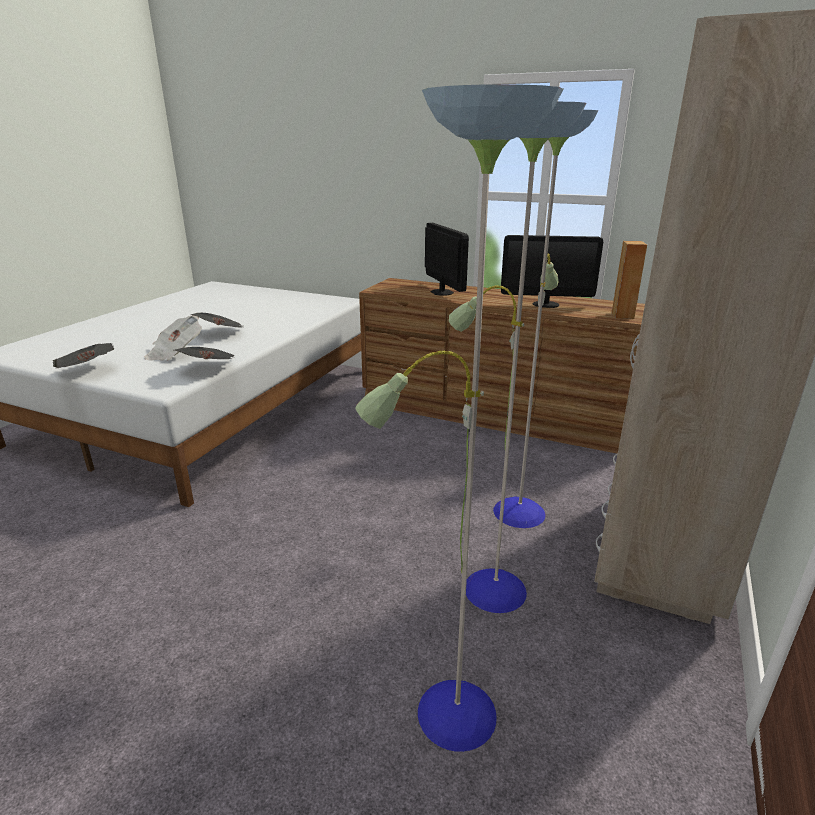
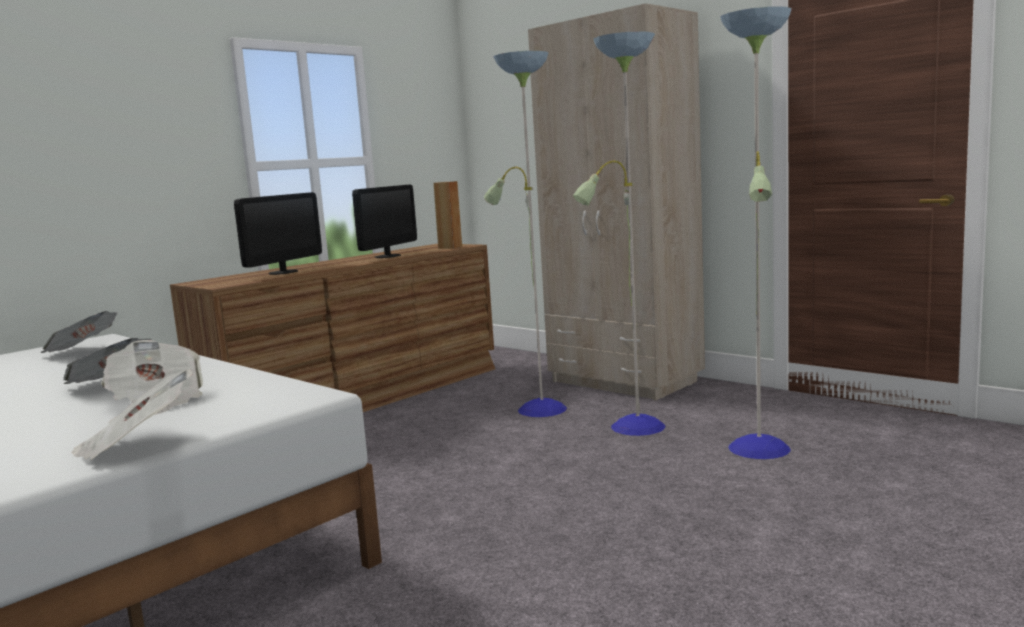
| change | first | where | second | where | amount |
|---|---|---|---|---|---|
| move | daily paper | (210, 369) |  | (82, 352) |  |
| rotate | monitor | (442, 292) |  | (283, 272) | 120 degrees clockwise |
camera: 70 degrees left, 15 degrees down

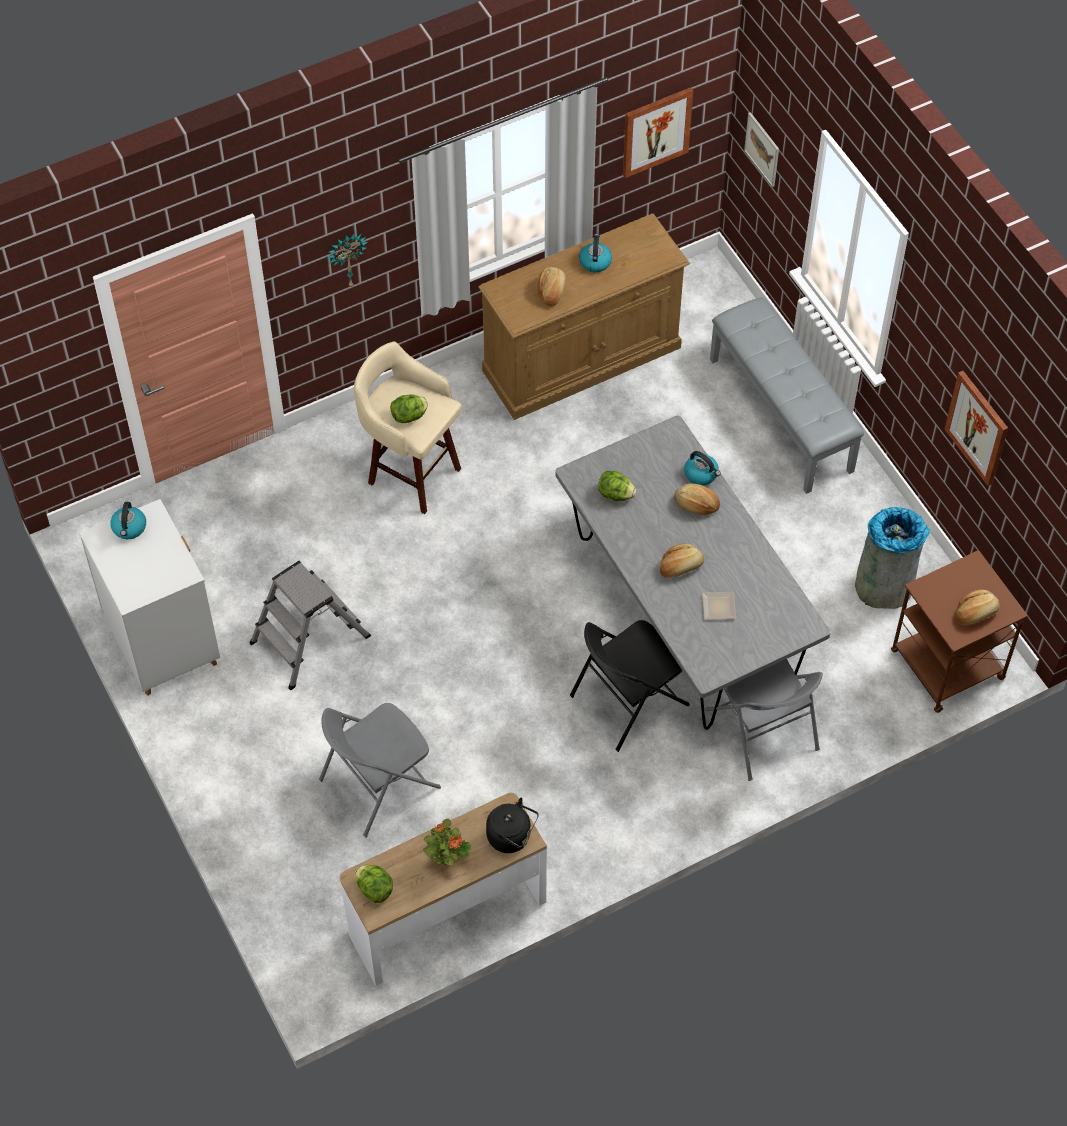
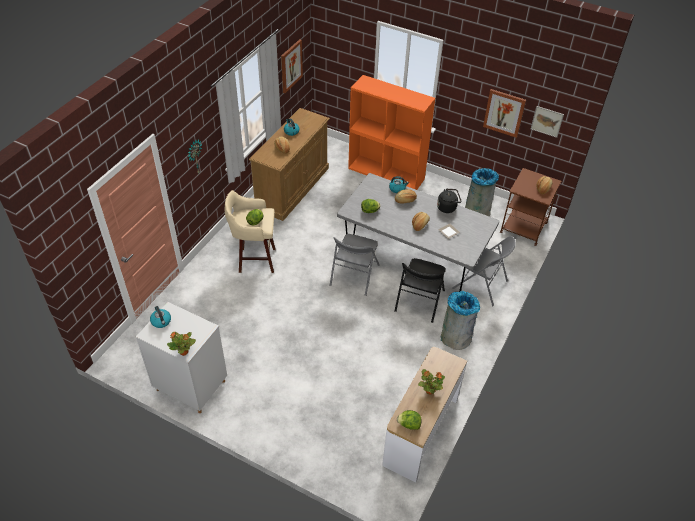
| change | first | where | second | where | amount |
|---|---|---|---|---|---|
| delete | stepladder/gray | (310, 639) |  |  |  |
| move | plain chair/gray | (379, 783) |  | (354, 275) |  |
| move | kettle/black | (512, 837) |  | (448, 207) |  |
| replace | bench/gray | (782, 415) | shelving unit/orangey | (387, 173) |  |
| move | picture | (762, 149) |  | (547, 121) |  |
| insert |  |  | potted plant | (184, 352) |  |
| insert |  |  | trash can/gray | (456, 338) |  |
camera: 35 degrees left, 10 degrees down

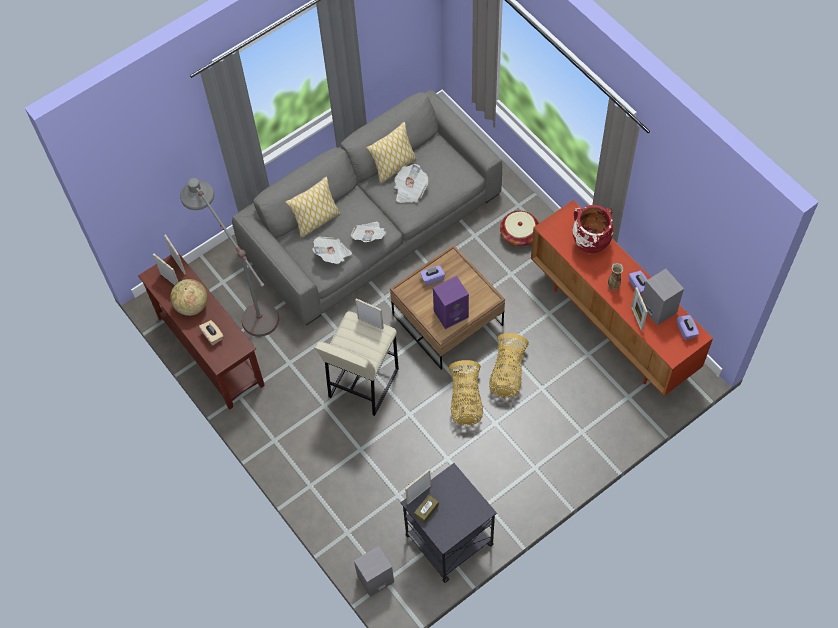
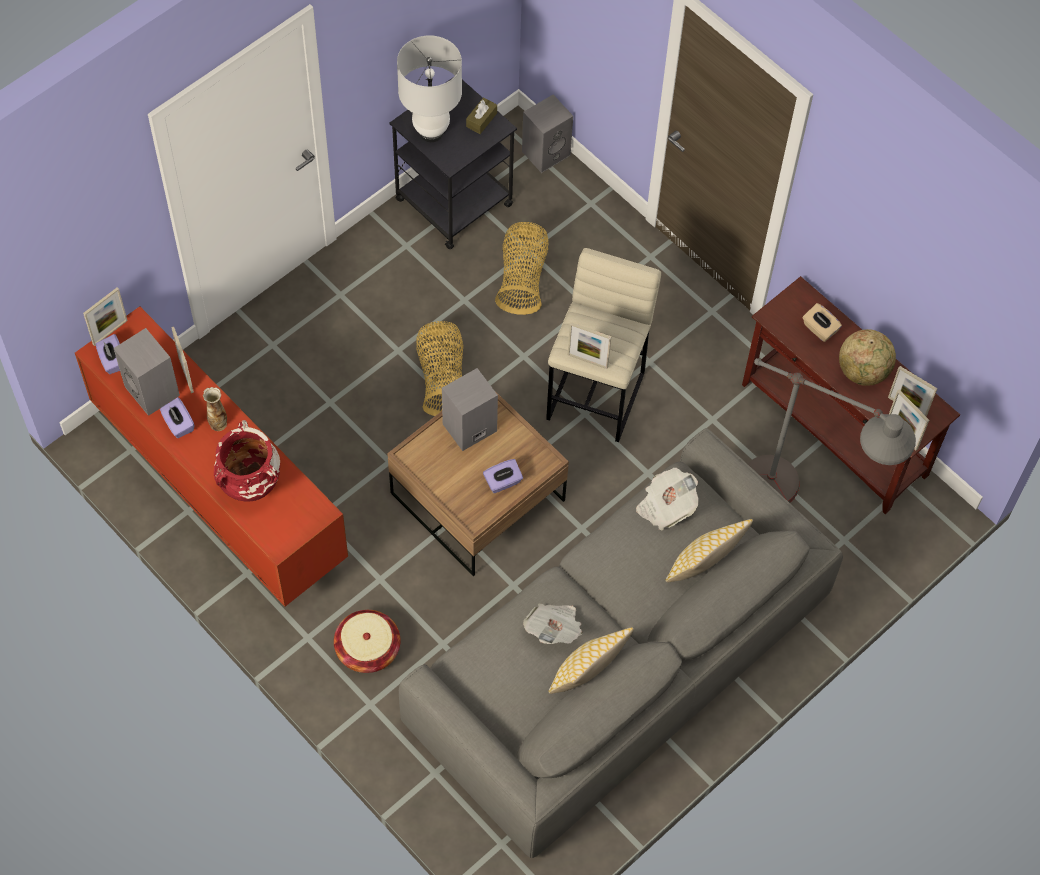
| change | first | where | second | where | amount |
|---|---|---|---|---|---|
| delete | daily paper | (369, 236) |  |  |  |
| move | standing frame | (418, 494) |  | (110, 332) |  |
| recolor | audio speaker/purplish | (451, 313) | audio speaker/gray | (469, 429) |  |
| move | storage basket | (507, 373) |  | (522, 278) |  |
| insert |  |  | tabletop lamp/white | (431, 132) |  |
camera: 170 degrees right, 0 degrees up

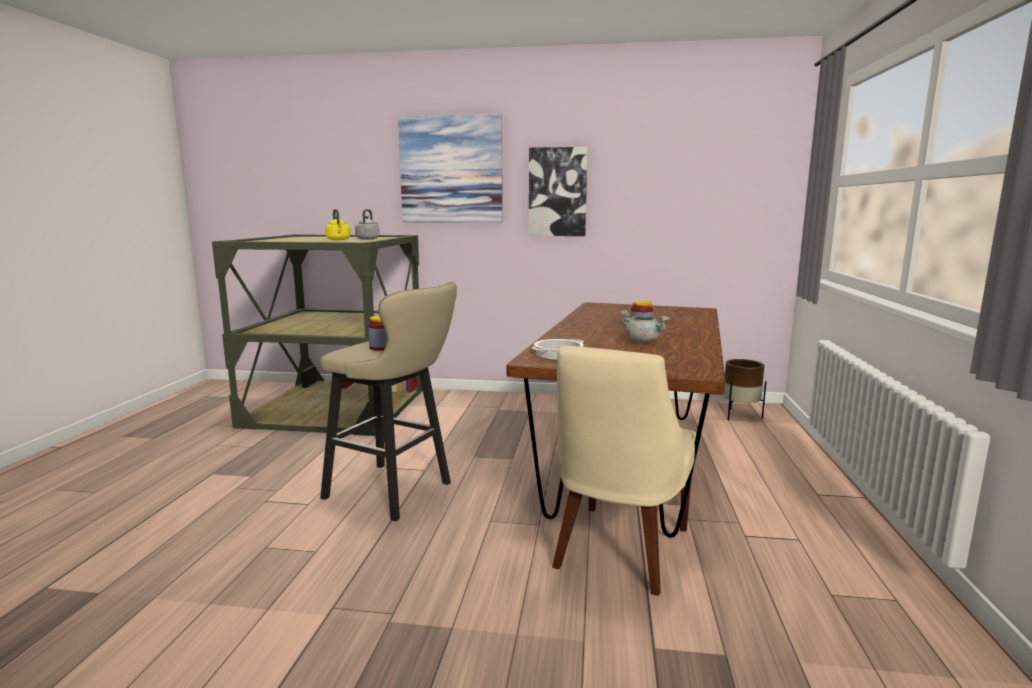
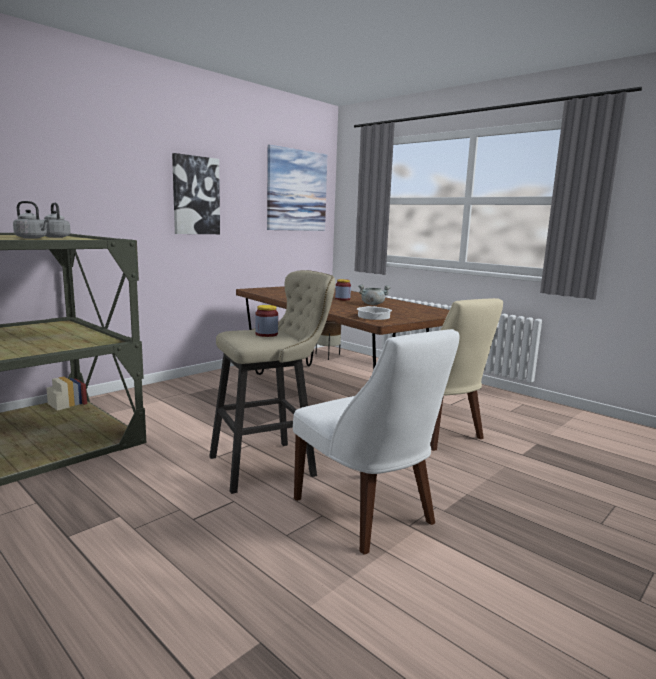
| change | first | where | second | where | amount |
|---|---|---|---|---|---|
| recolor | kettle/yellow | (338, 240) | kettle/gray | (32, 238) |  |
| move | picture | (451, 170) |  | (297, 190) |  |
| insert |  |  | plain chair/white | (367, 514) |  |
camera: 55 degrees left, 0 degrees up

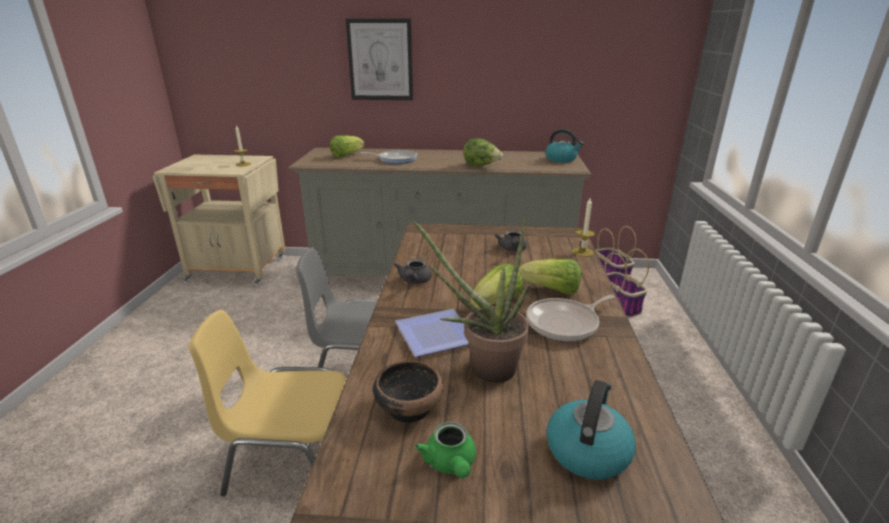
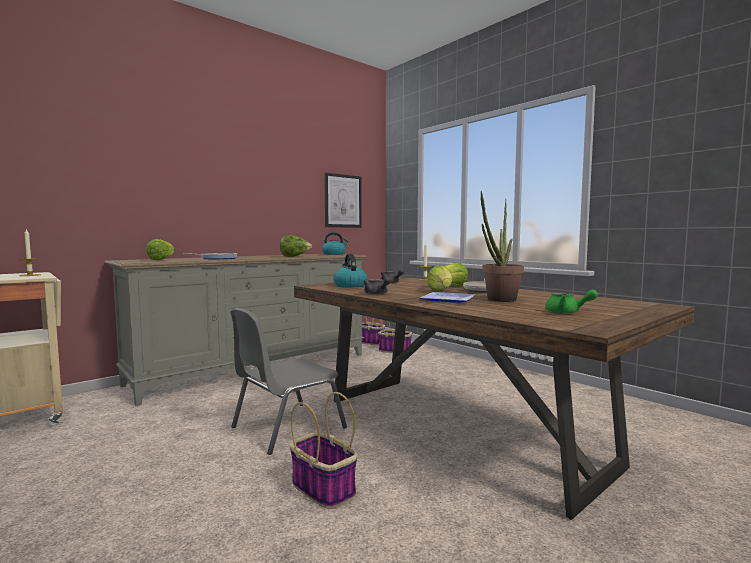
| change | first | where | second | where | amount |
|---|---|---|---|---|---|
| replace | plain chair/yellow | (292, 455) | storage basket | (322, 488) |  |
| move | picture | (380, 60) |  | (343, 201) |  |
| delete | deep dish | (409, 407) |  |  |  |
| move | kettle | (587, 450) |  | (349, 285) |  |
camera: 45 degrees left, 20 degrees down

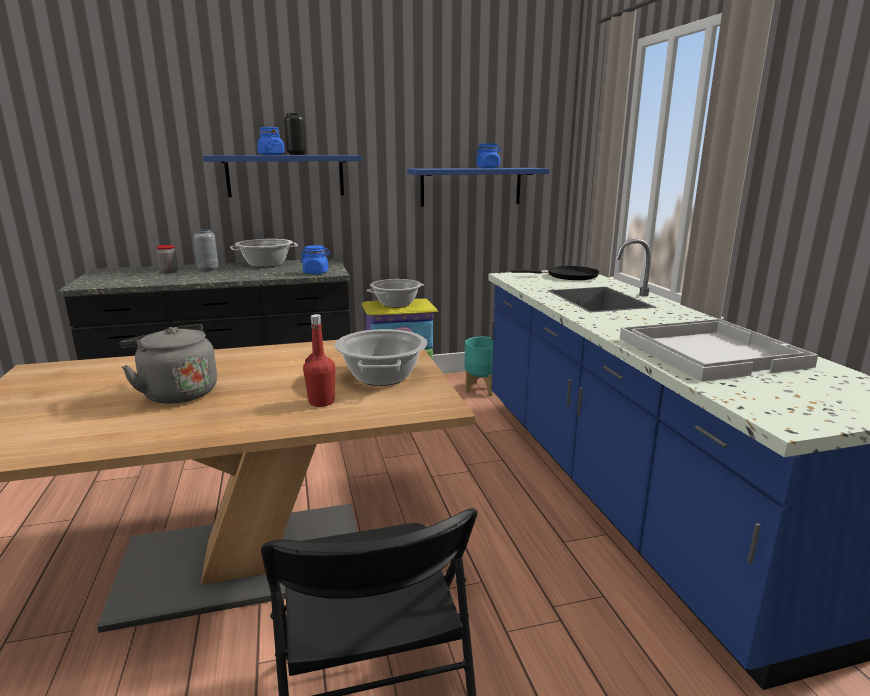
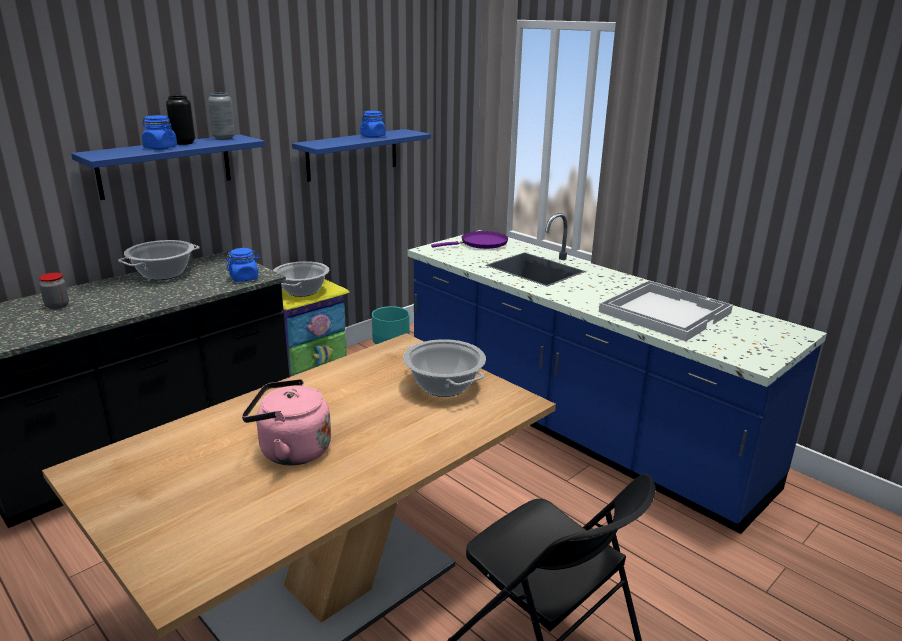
| change | first | where | second | where | amount |
|---|---|---|---|---|---|
| recolor | kettle/gray | (177, 393) | kettle/pink | (290, 451) |  |
| move | flower vase/gray | (208, 270) |  | (224, 138) |  |
| delete | bottle/red | (321, 402) |  |  |  |
| recolor | frying pan/black | (568, 276) | frying pan/purplish | (481, 243) |  |
camera: 30 degrees left, 5 degrees up

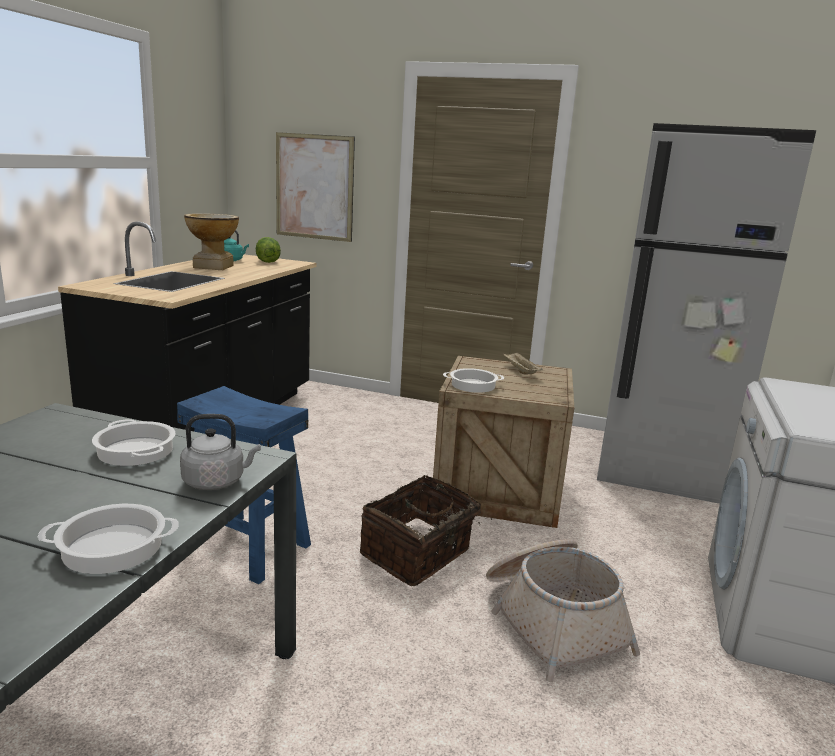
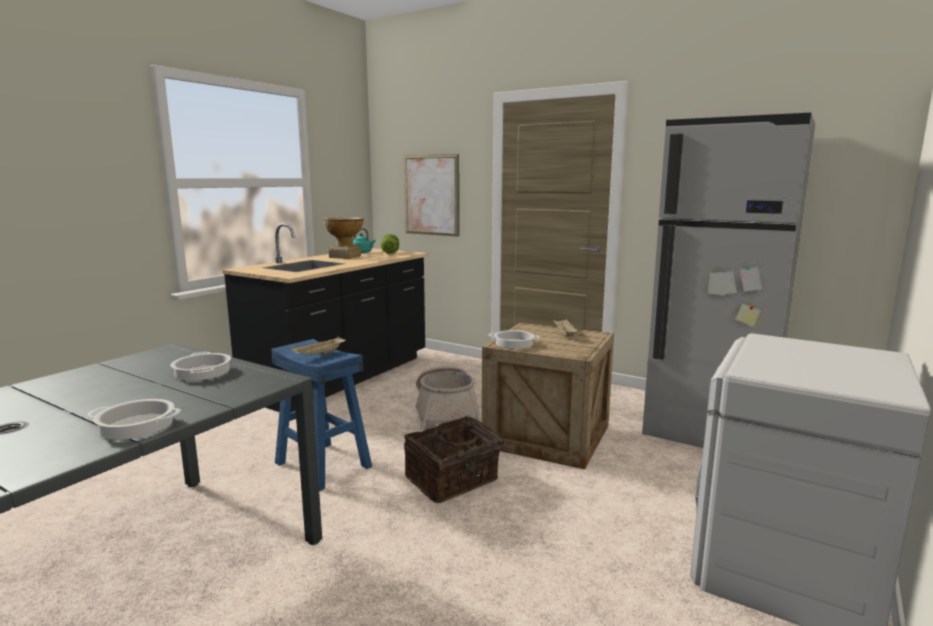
| change | first | where | second | where | amount |
|---|---|---|---|---|---|
| delete | kettle/gray | (217, 482) |  |  |  |
| move | storage basket | (552, 621) |  | (446, 412) |  |
| insert |  |  | tray/beige-coloured | (319, 355) |  |
camera: 15 degrees right, 5 degrees down

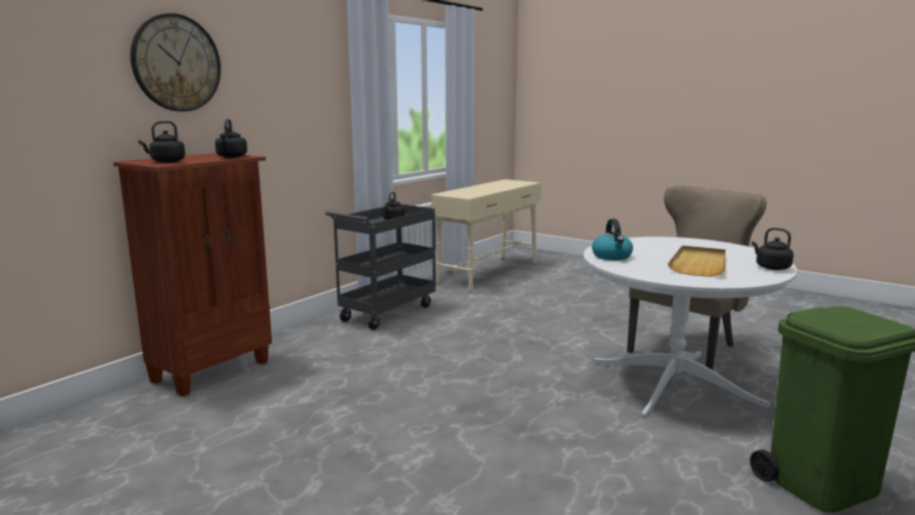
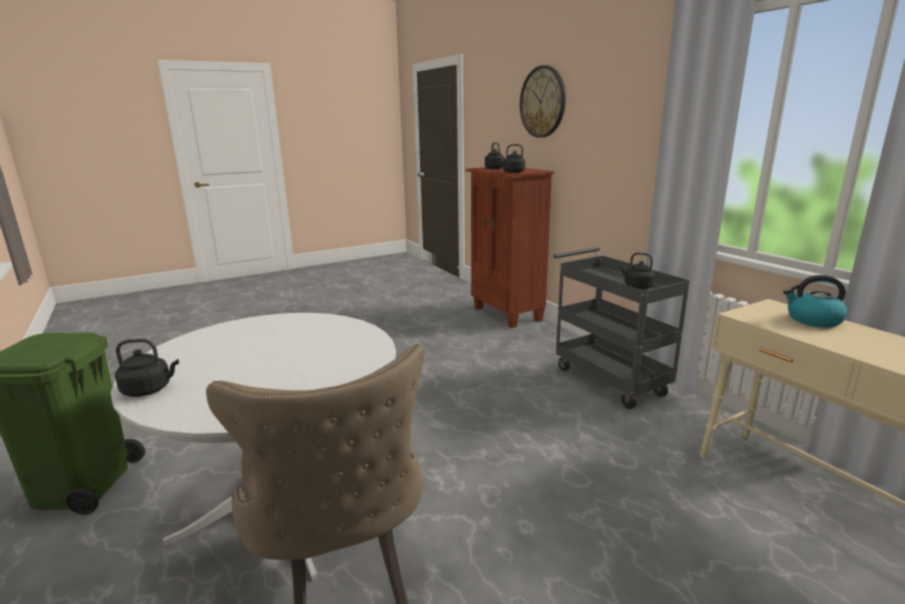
| change | first | where | second | where | amount |
|---|---|---|---|---|---|
| move | kettle | (612, 256) |  | (813, 320) |  |
| delete | tray/beige-coloured | (699, 264) |  |  |  |
camera: 115 degrees right, 5 degrees up

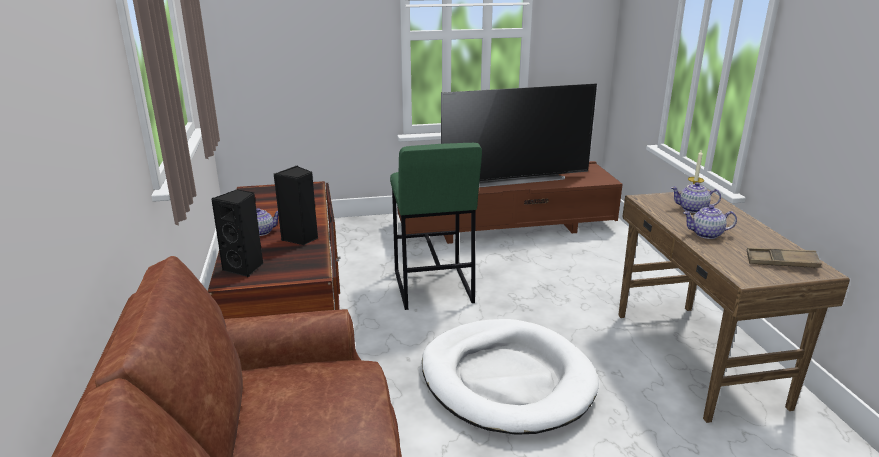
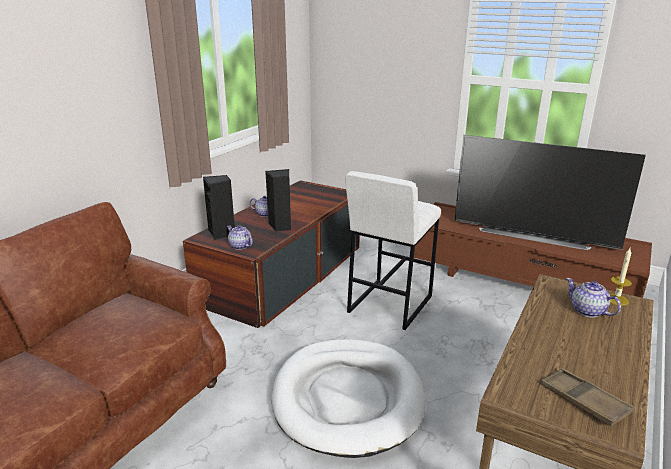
| change | first | where | second | where | amount |
|---|---|---|---|---|---|
| recolor | stool seat/greenish | (433, 288) | stool seat/white | (389, 305) |  |
| move | tea pot | (706, 234) |  | (239, 246) |  |
camera: 40 degrees right, 0 degrees up

